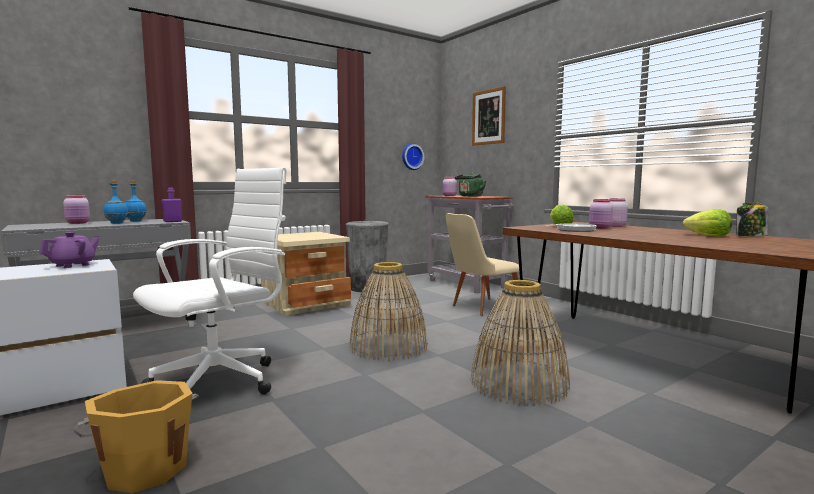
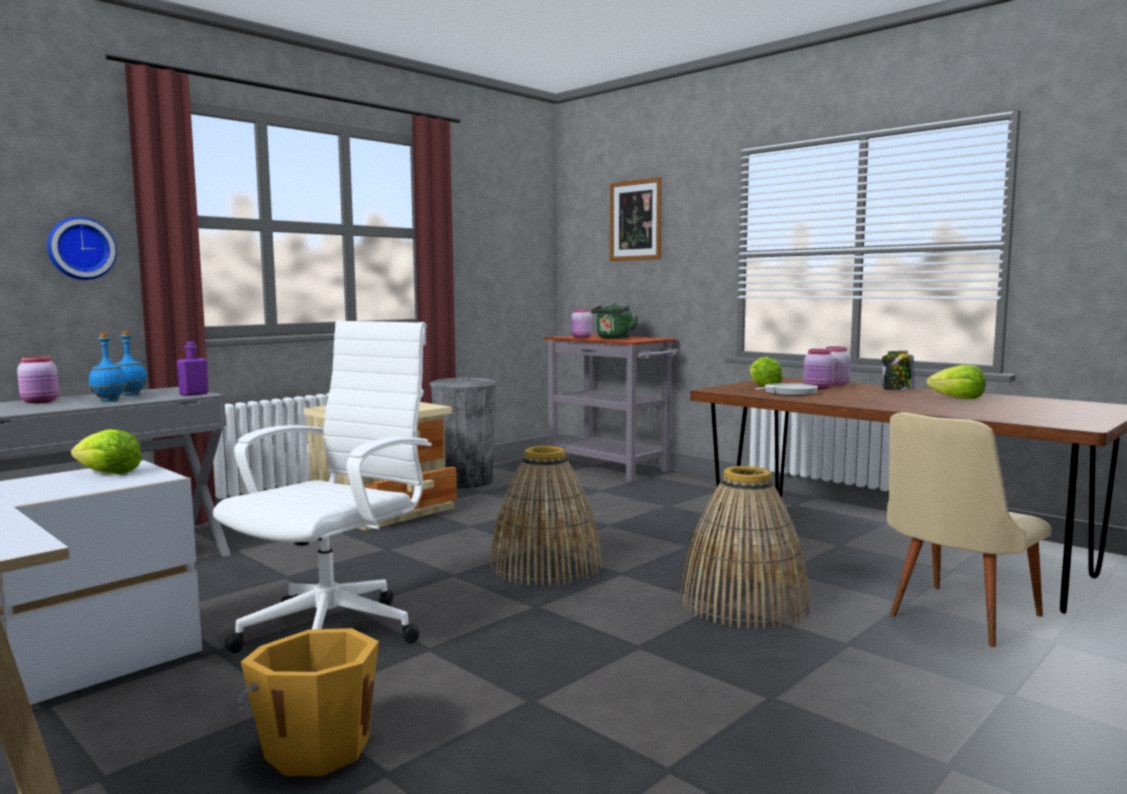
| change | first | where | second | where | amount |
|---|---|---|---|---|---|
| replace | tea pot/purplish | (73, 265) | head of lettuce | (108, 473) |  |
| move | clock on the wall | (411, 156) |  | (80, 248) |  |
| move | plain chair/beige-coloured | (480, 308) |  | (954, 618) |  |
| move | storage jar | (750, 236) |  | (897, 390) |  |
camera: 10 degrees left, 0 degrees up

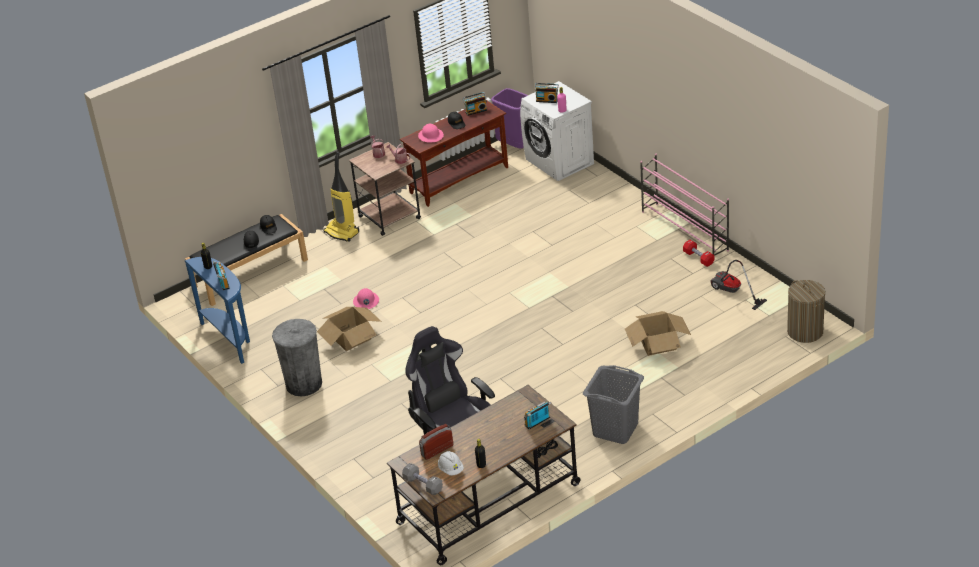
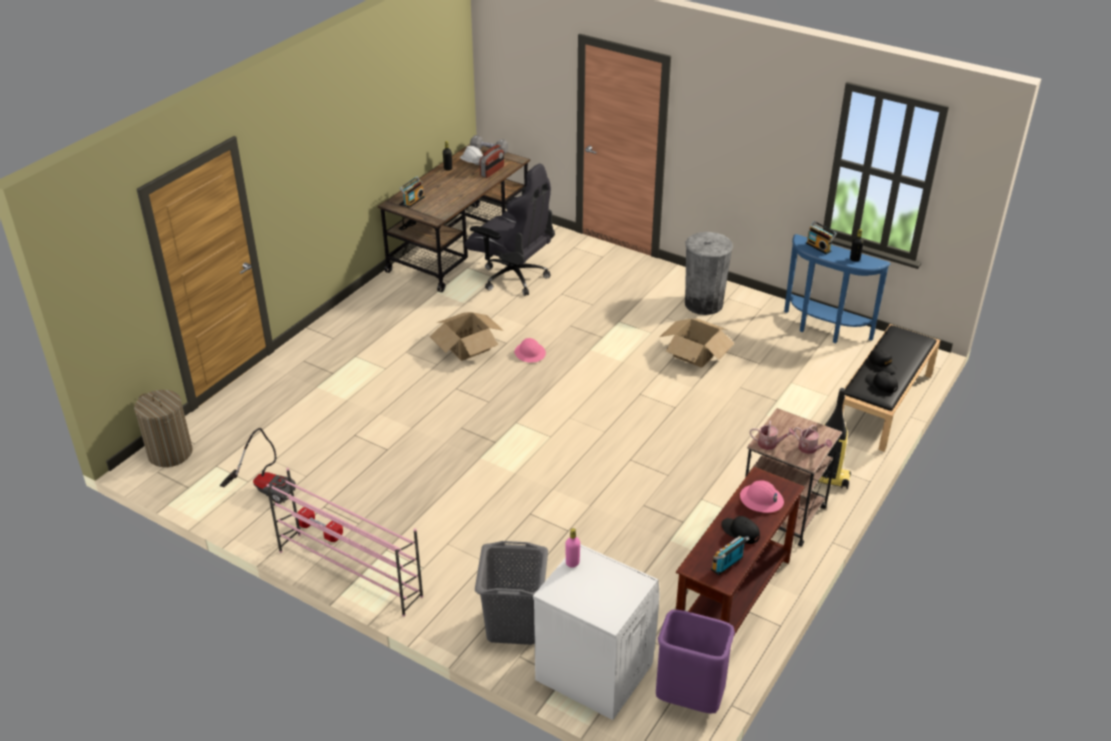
| change | first | where | second | where | amount |
|---|---|---|---|---|---|
| move | safety helmet/pink | (366, 301) |  | (530, 353) |  |
| delete | radio | (547, 100) |  |  |  |
| move | hamper/gray | (615, 430) |  | (514, 625) |  |
| move | packing box | (658, 343) |  | (467, 347) |  |
camera: 155 degrees right, 0 degrees up

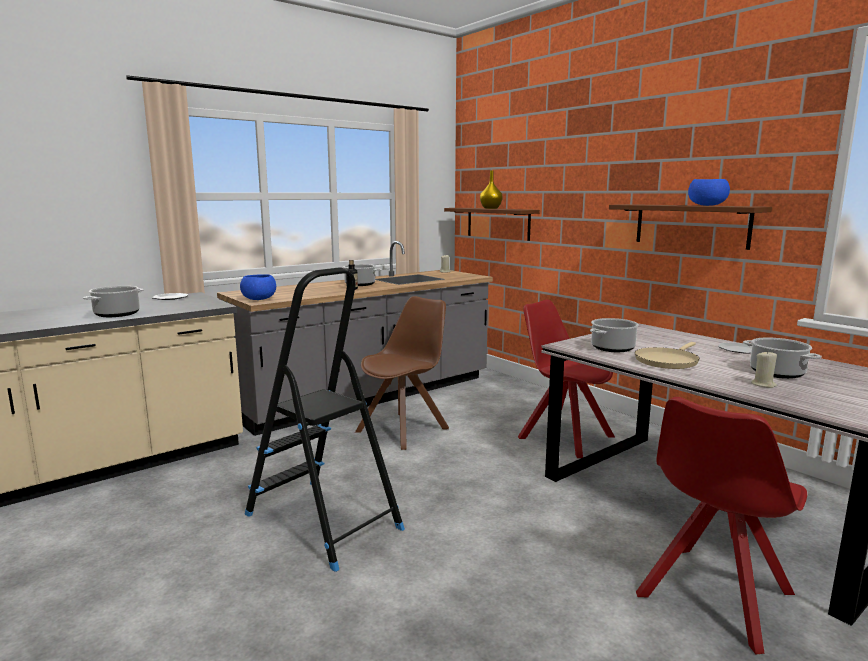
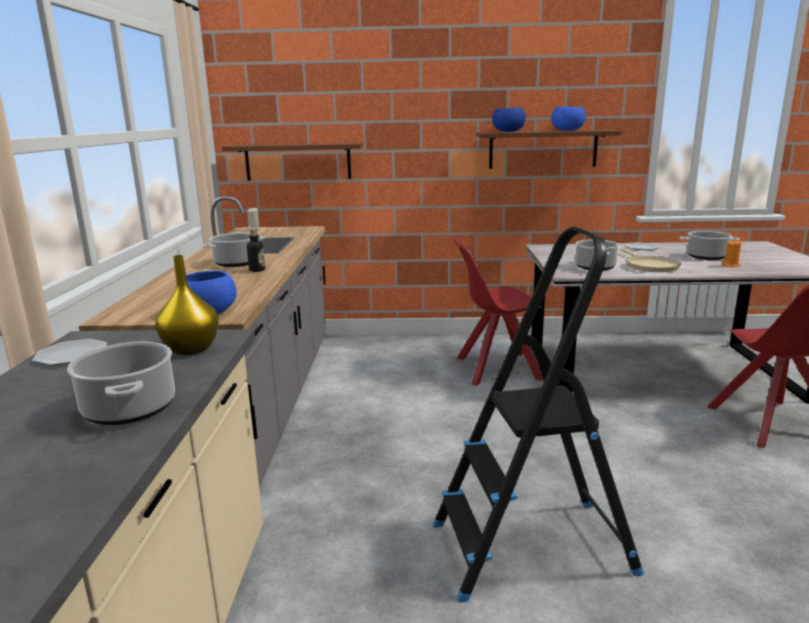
| change | first | where | second | where | amount |
|---|---|---|---|---|---|
| delete | plain chair/brown | (404, 429) |  |  |  |
| move | flower vase/yellow | (490, 208) |  | (189, 349) |  |
| recolor | wax light/beige-coloured | (763, 385) | wax light/orangey | (731, 266) |  |
| insert |  |  | deep dish/blue-coloured | (508, 131) |  |
camera: 50 degrees left, 5 degrees up

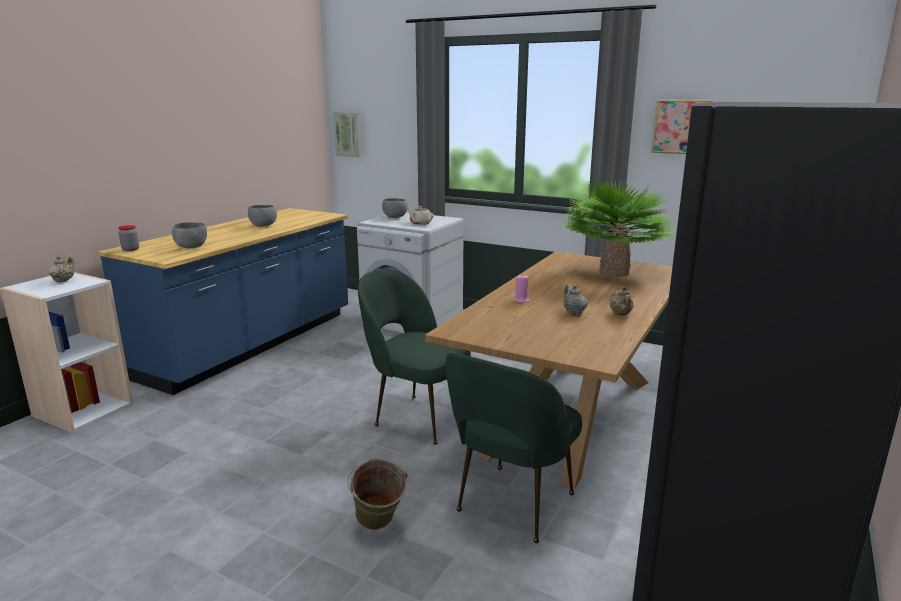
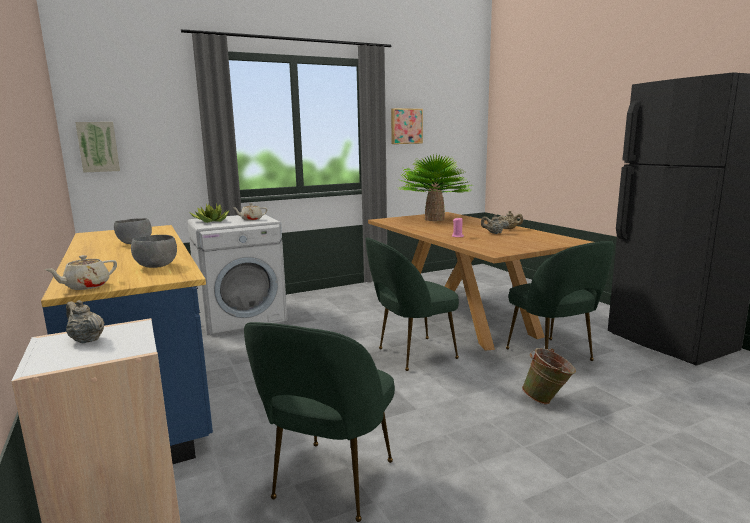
| change | first | where | second | where | amount |
|---|---|---|---|---|---|
| replace | storage jar | (130, 249) | tea pot/beige-coloured | (86, 286) |  |
| replace | deep dish/gray | (394, 217) | potted plant | (211, 221) |  |
| insert |  |  | plain chair/greenish | (329, 486) |  |
camera: 55 degrees left, 5 degrees down

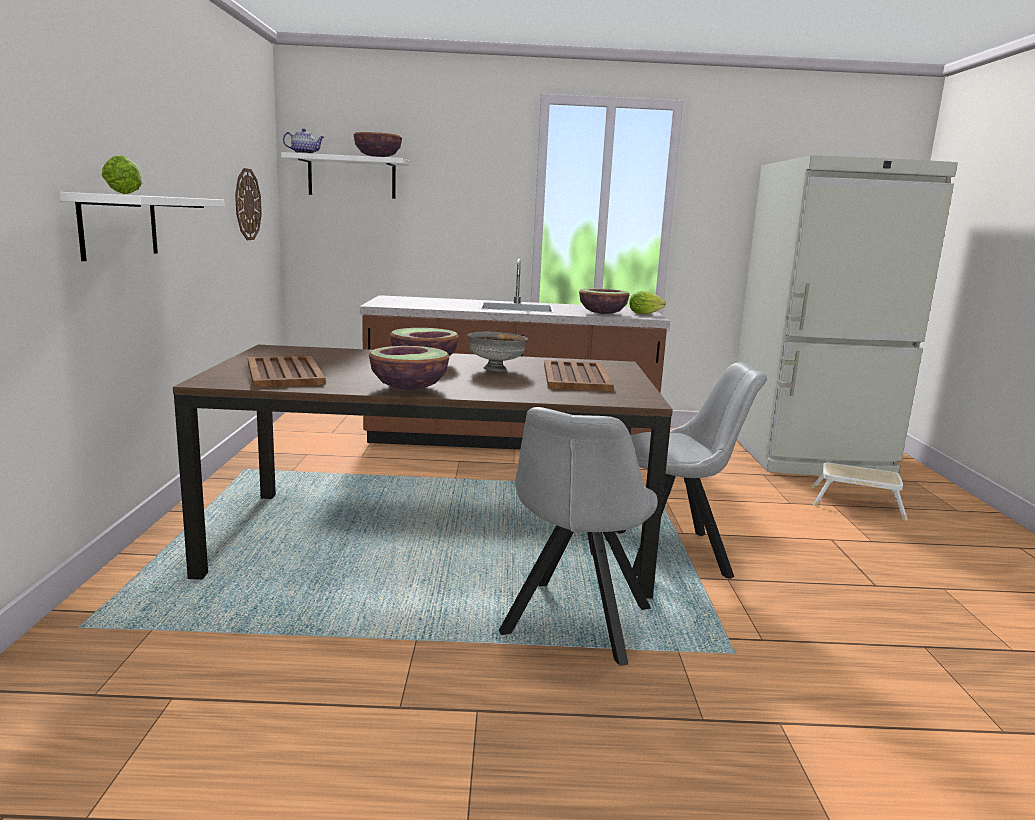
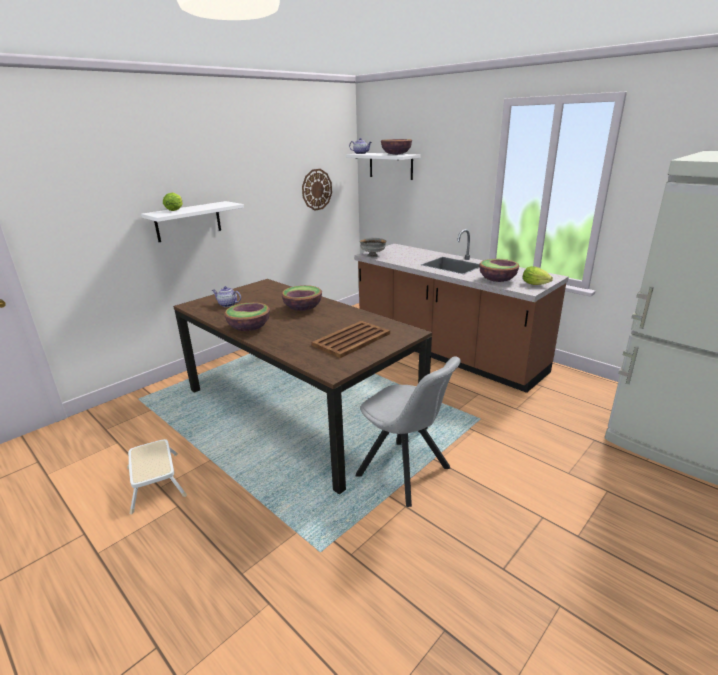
| change | first | where | second | where | amount |
|---|---|---|---|---|---|
| replace | tray/brown | (284, 373) | tea pot | (227, 305) |  |
| move | deep dish/gray | (496, 369) |  | (373, 256) |  |
| delete | plain chair/gray | (575, 622) |  |  |  |
| move | stepladder/beige-coloured | (856, 503) |  | (155, 481) |  |
camera: 45 degrees right, 10 degrees up

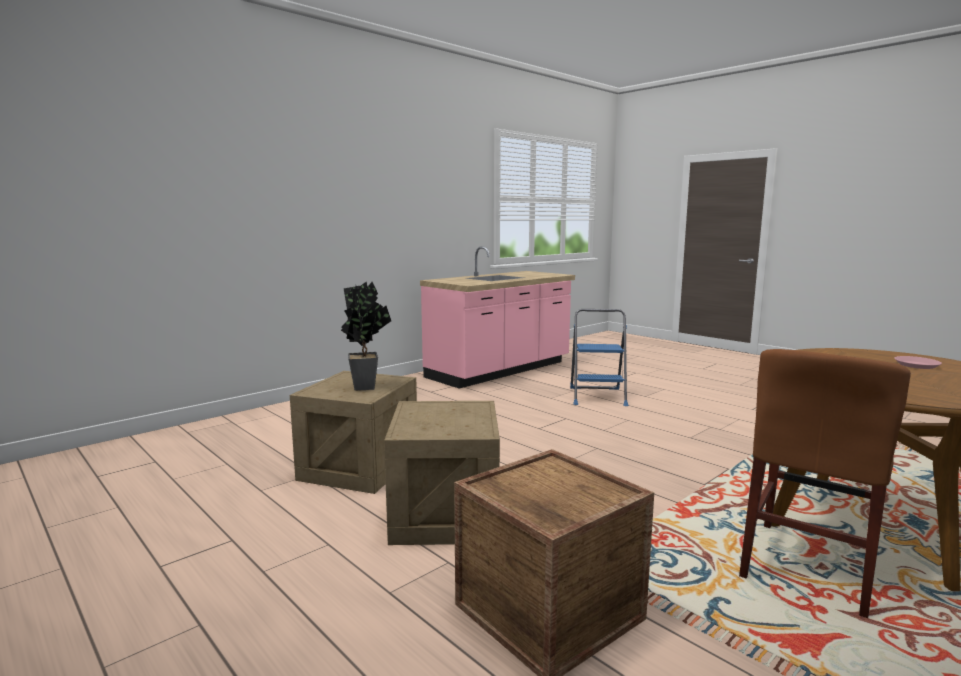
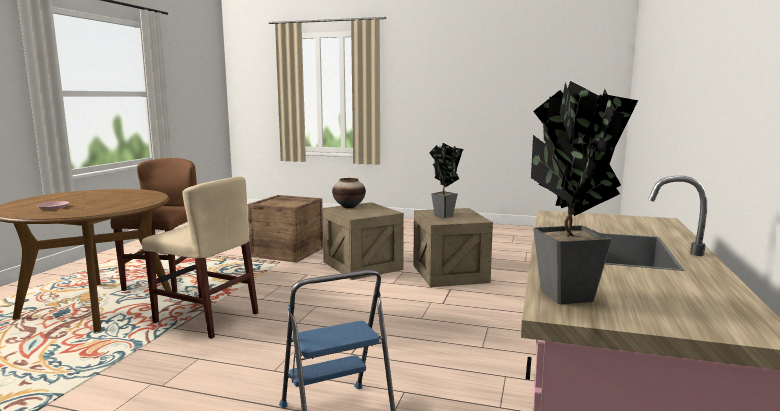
| change | first | where | second | where | amount |
|---|---|---|---|---|---|
| insert |  |  | plain chair/beige-coloured | (206, 318) |  |
| insert |  |  | flower vase | (349, 207) |  |
| insert |  |  | potted plant | (566, 299) |  |
camera: 150 degrees right, 0 degrees up

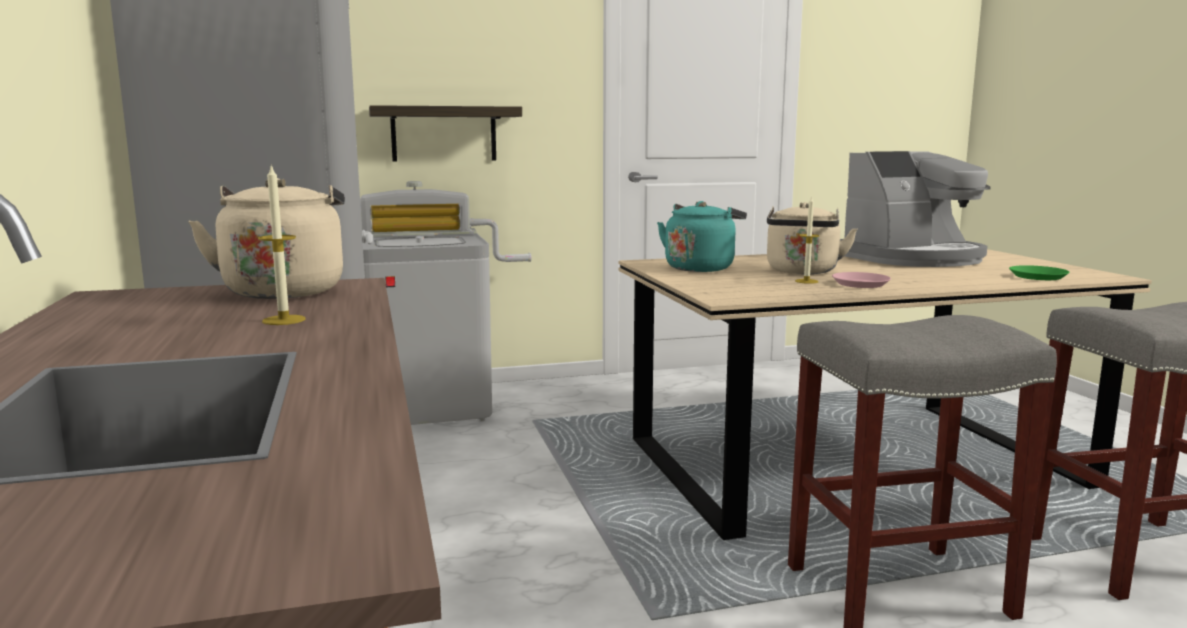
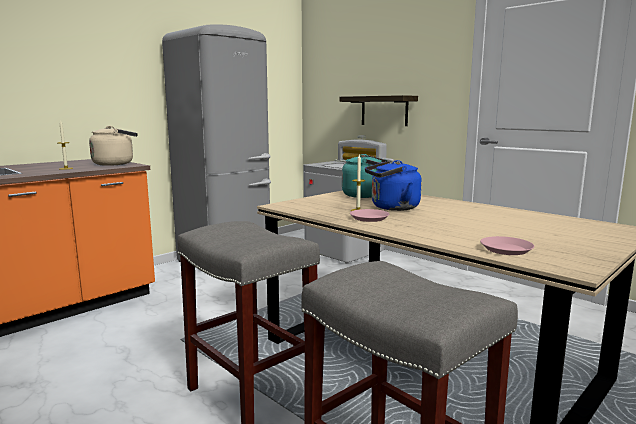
| change | first | where | second | where | amount |
|---|---|---|---|---|---|
| recolor | kettle/beige-coloured | (802, 272) | kettle/blue-coloured | (392, 208) |  |
| delete | coffee maker | (914, 258) |  |  |  |
| recolor | flat dish/greenish | (1038, 277) | flat dish/pink | (506, 249) |  |
camera: 60 degrees right, 0 degrees up

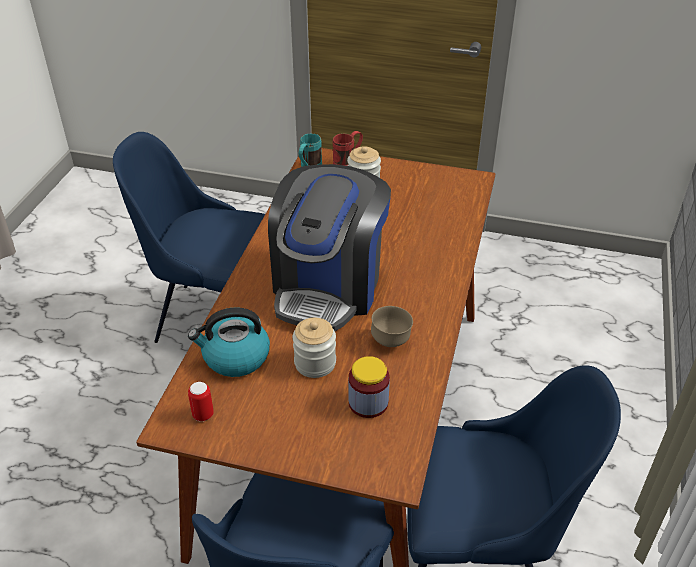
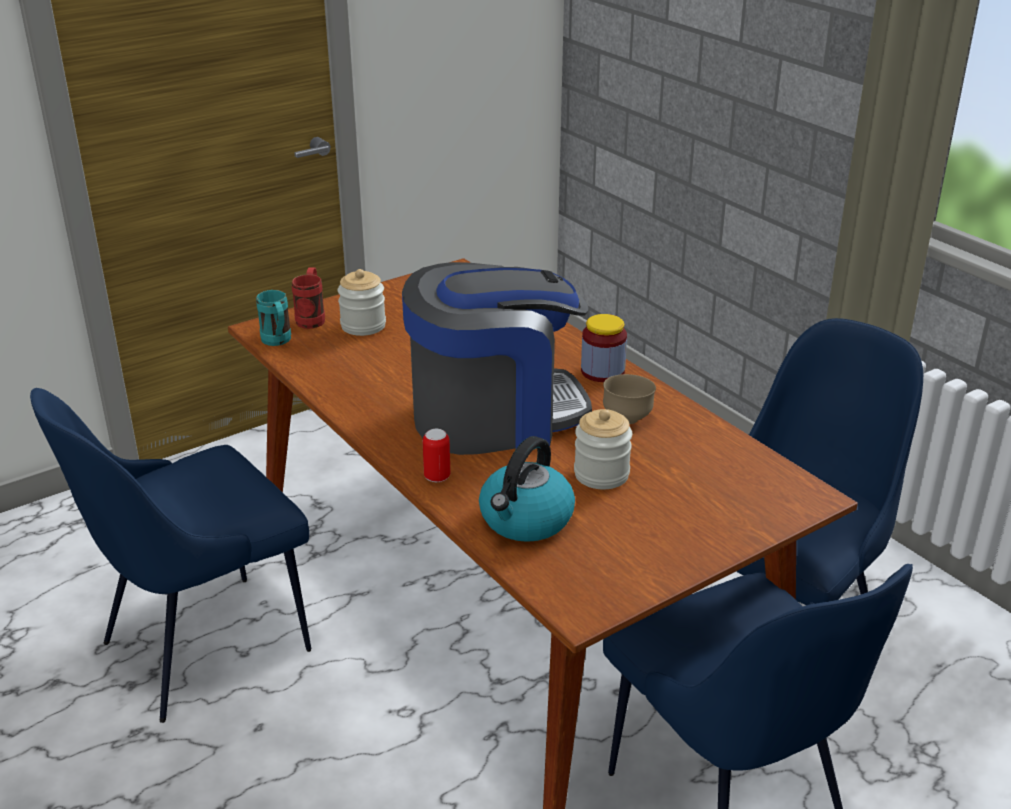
| change | first | where | second | where | amount |
|---|---|---|---|---|---|
| move | metal can | (203, 415) |  | (437, 477) |  |
| rotate | coffee maker | (328, 286) |  | (495, 416) | 75 degrees counterclockwise |
| move | storage jar | (368, 403) |  | (602, 371) |  |
camera: 50 degrees left, 10 degrees down

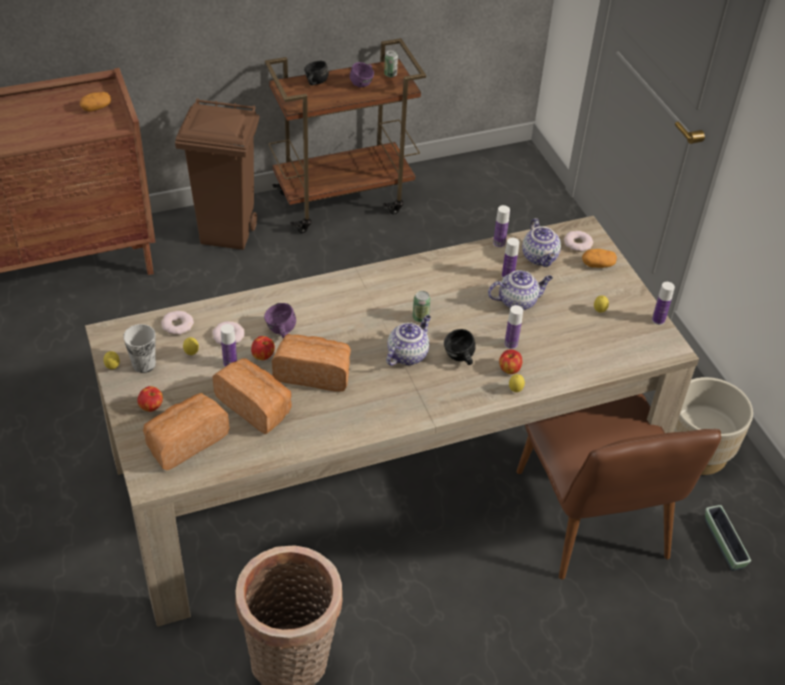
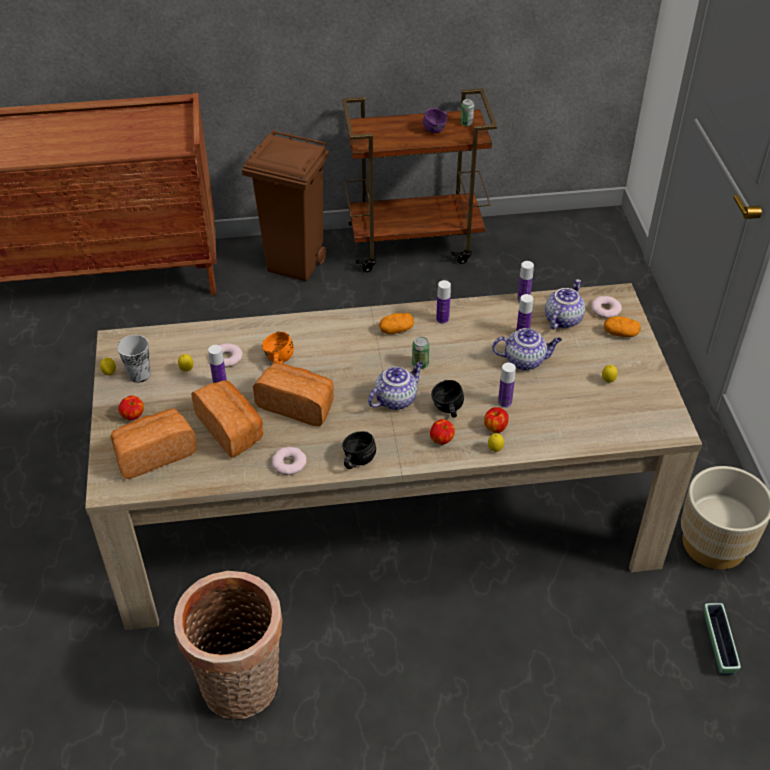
| change | first | where | second | where | amount |
|---|---|---|---|---|---|
| move | spud | (96, 108) |  | (396, 330) |  |
| move | doughnut | (177, 325) |  | (289, 463) |  |
| move | whole apple | (263, 356) |  | (442, 440) |  |
| recolor | tea mug/purplish | (280, 332) | tea mug/orangey | (278, 360) |  |
| move | tea mug/black | (314, 83) |  | (356, 460) |  |
| delete | plain chair/brown | (591, 513) |  |  |  |
| rotate | tea pot | (540, 257) |  | (562, 319) | 150 degrees counterclockwise |
| move | bottle | (658, 320) |  | (442, 319) |  |
camera: 15 degrees right, 0 degrees up

